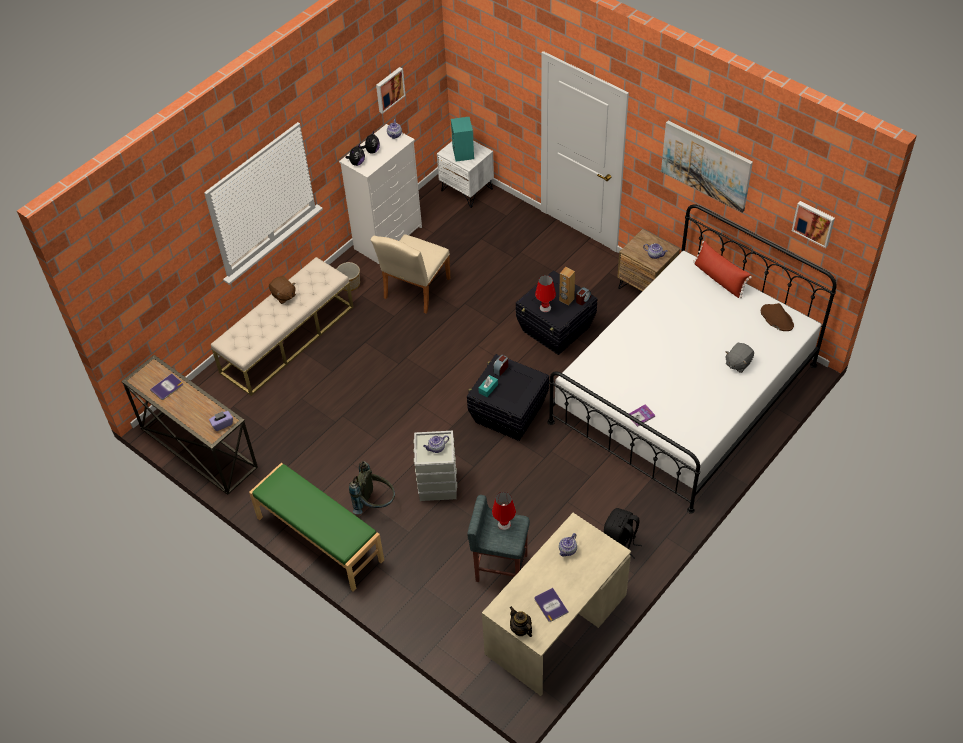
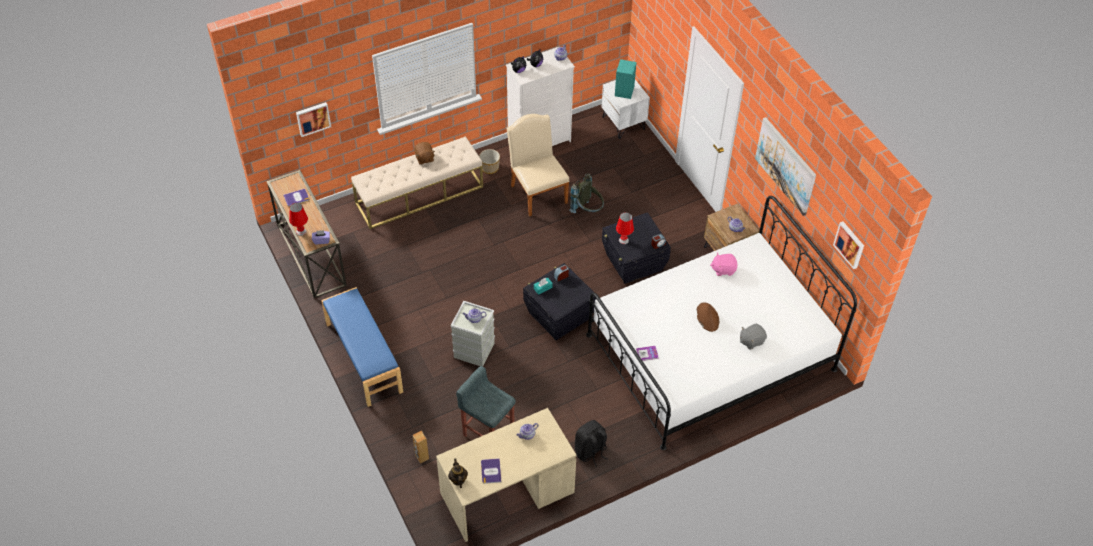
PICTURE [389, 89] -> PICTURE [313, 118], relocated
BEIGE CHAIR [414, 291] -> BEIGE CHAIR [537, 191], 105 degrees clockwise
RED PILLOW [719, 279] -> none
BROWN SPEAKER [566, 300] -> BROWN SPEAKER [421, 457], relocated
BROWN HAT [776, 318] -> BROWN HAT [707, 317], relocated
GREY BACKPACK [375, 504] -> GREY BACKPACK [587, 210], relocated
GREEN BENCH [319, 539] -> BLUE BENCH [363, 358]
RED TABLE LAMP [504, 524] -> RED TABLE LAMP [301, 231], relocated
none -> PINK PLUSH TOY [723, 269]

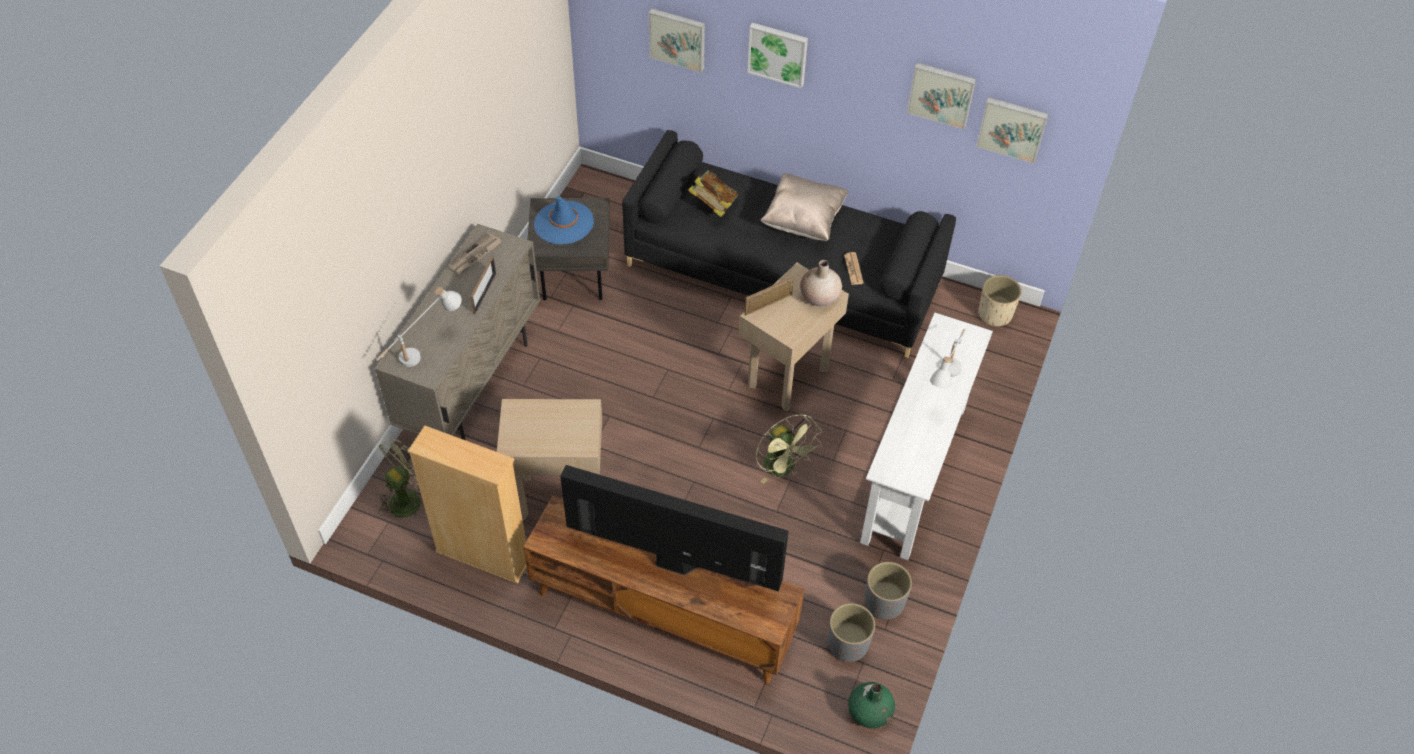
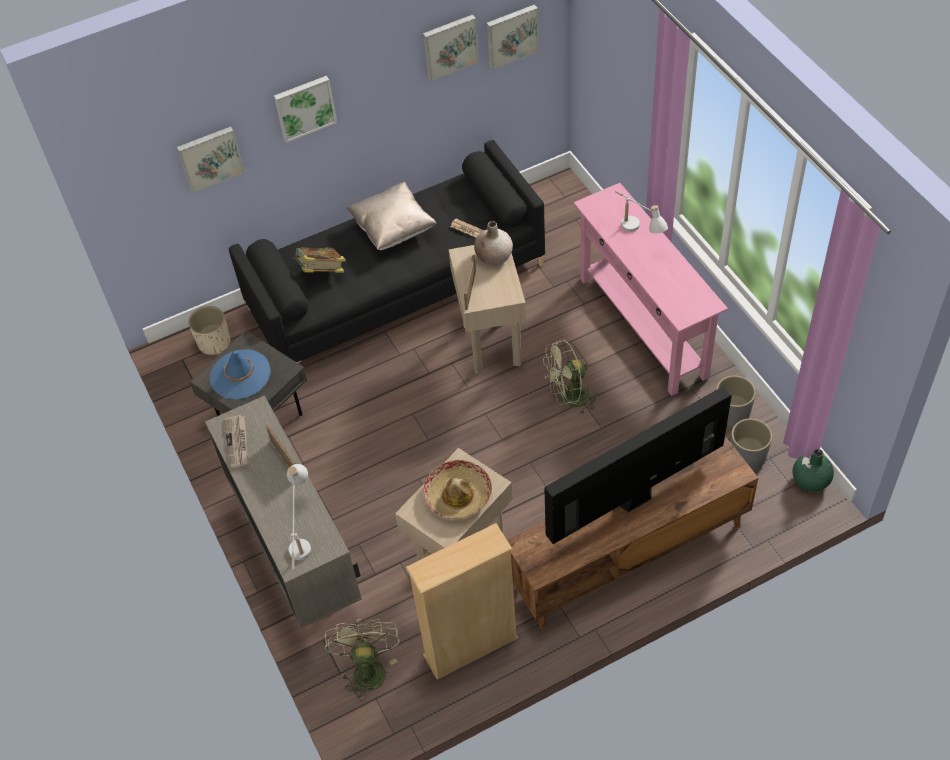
BEIGE PLANTER [995, 314] -> BEIGE PLANTER [214, 343], relocated
WHITE CONSOLE TABLE [915, 474] -> PINK CONSOLE TABLE [643, 326]
GREEN FAN [784, 468] -> GREEN FAN [569, 399], 150 degrees clockwise
none -> HAT [458, 495]

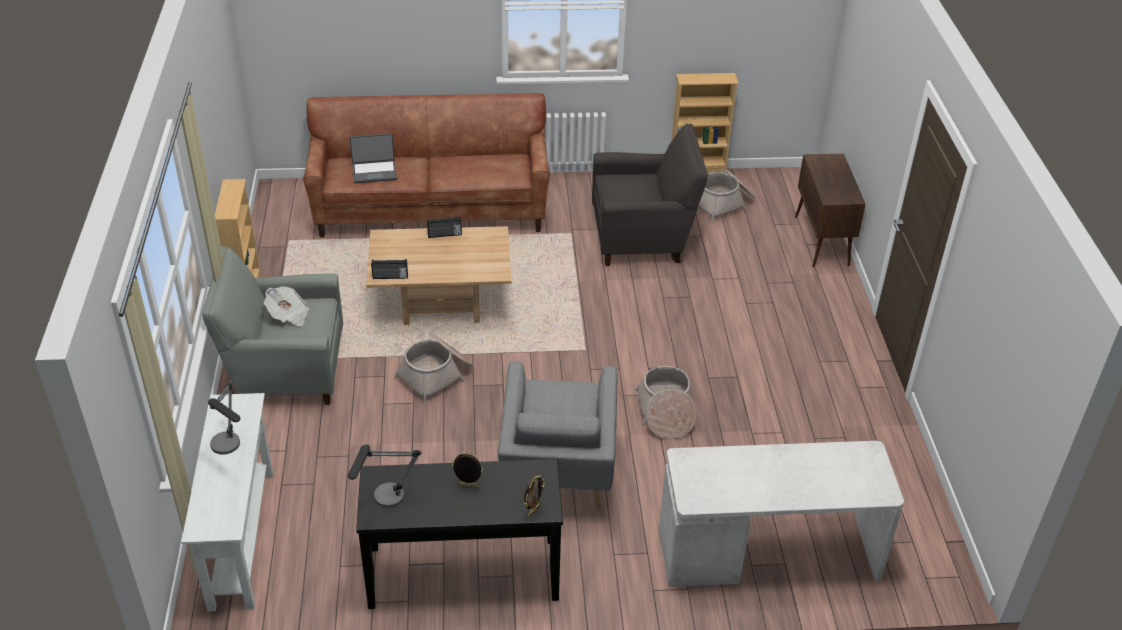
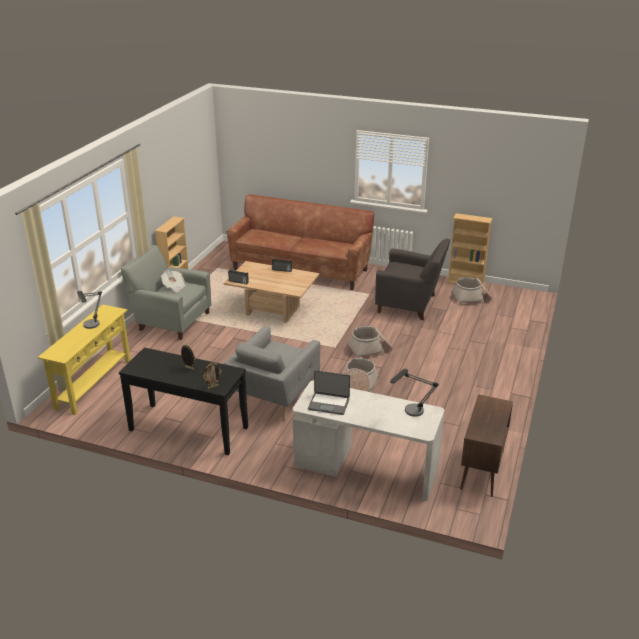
LAPTOP [374, 172] -> LAPTOP [329, 403], relocated
BROWN CABINET [822, 241] -> BROWN CABINET [482, 470], relocated
BASKET [437, 375] -> BASKET [370, 349], relocated
WHITE CONSOLE TABLE [241, 538] -> YELLOW CONSOLE TABLE [93, 384]
TABLE LAMP [384, 502] -> TABLE LAMP [410, 413], relocated

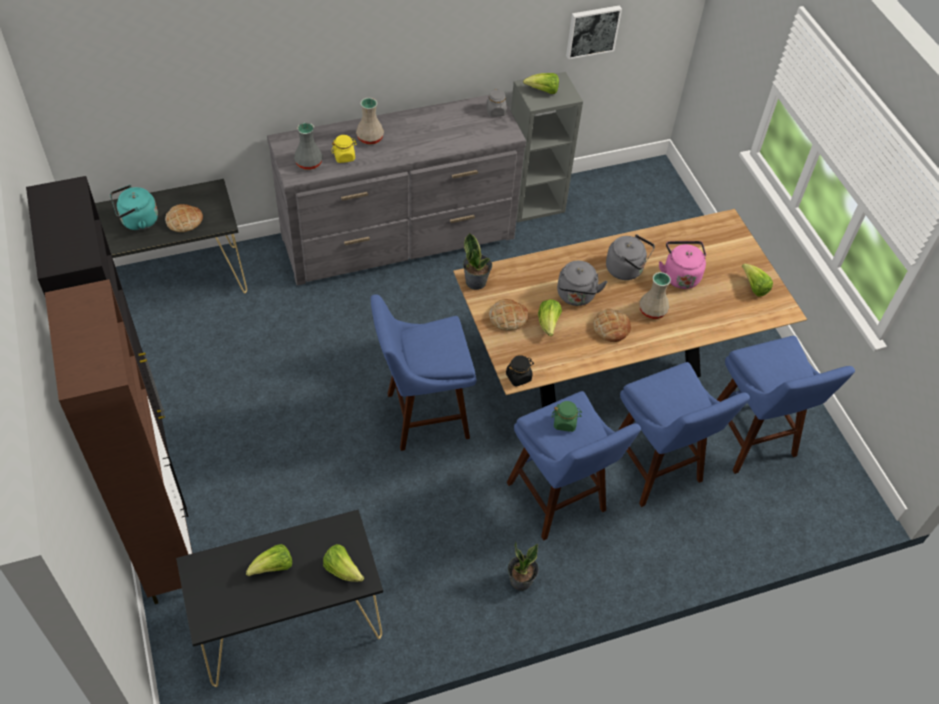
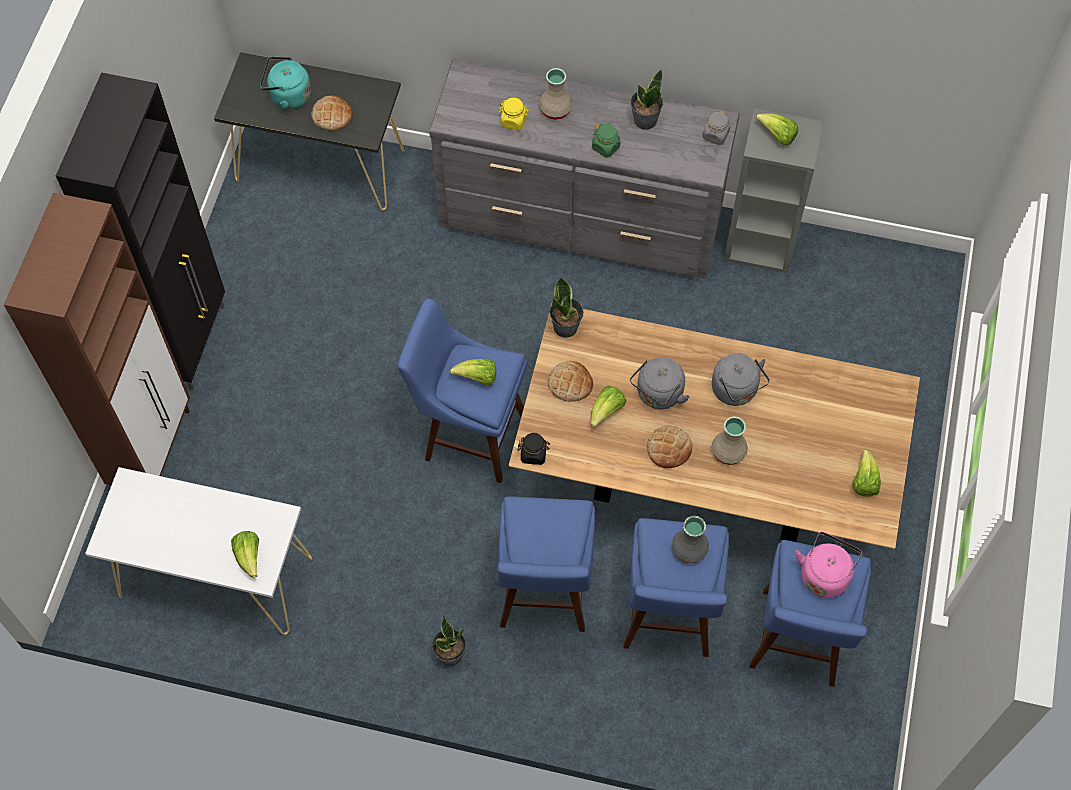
PICTURE [592, 30] -> none
GREY VASE [308, 163] -> GREY VASE [688, 549], relocated
PINK KETTLE [680, 275] -> PINK KETTLE [825, 574], relocated
GREEN JAR [565, 422] -> GREEN JAR [606, 147], relocated
BLACK CONSOLE TABLE [289, 625] -> WHITE CONSOLE TABLE [214, 576]
LETTUCE [273, 568] -> LETTUCE [477, 378], relocated
none -> POTTED PLANT [644, 120]

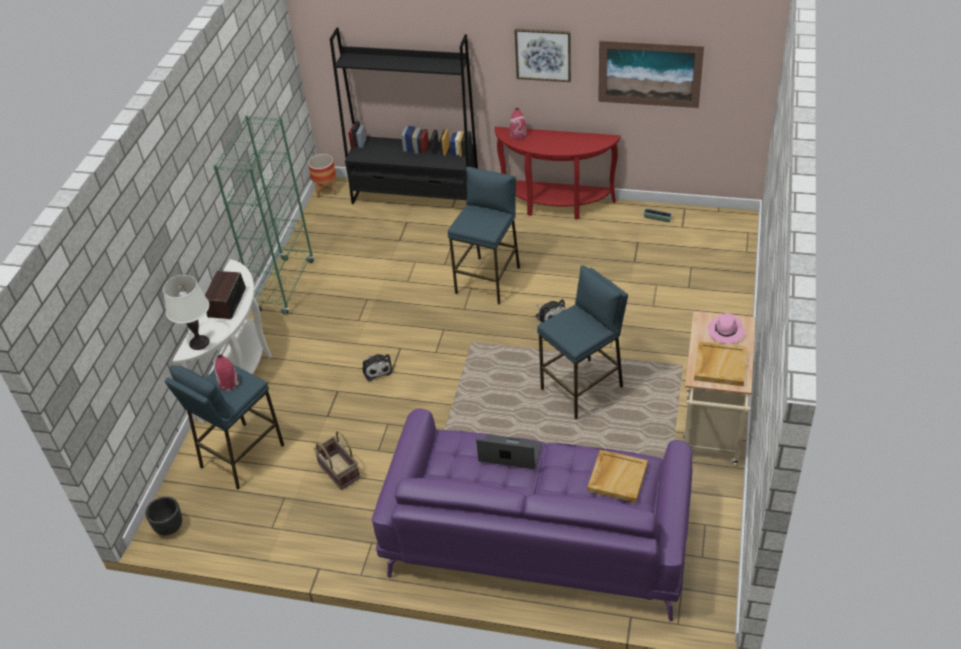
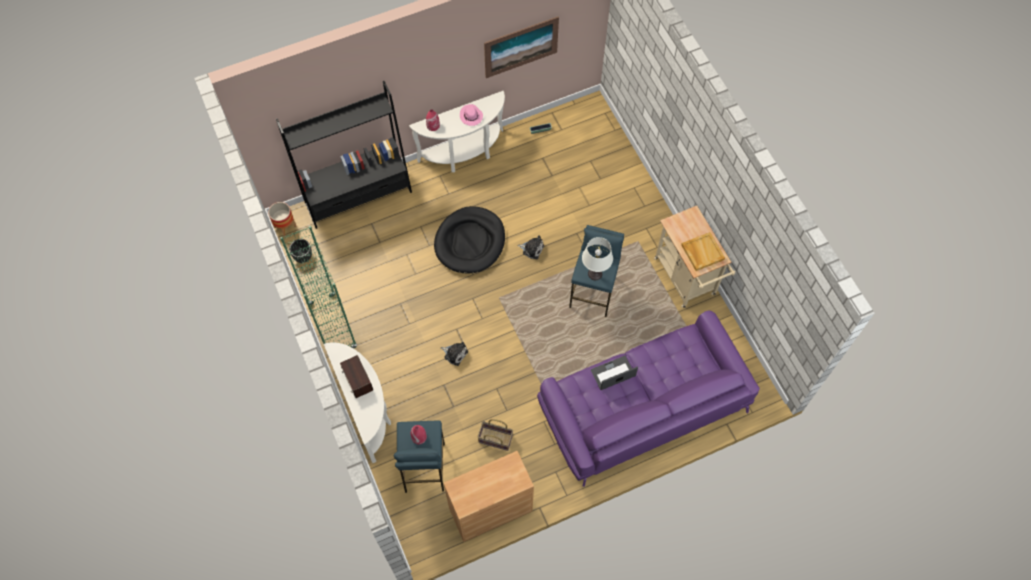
PICTURE [543, 54] -> none
RED CONSOLE TABLE [555, 205] -> WHITE CONSOLE TABLE [464, 154]
BLUE STOOL [489, 280] -> BLACK DOG BED [470, 242]
WHITE TABLE LAMP [199, 342] -> WHITE TABLE LAMP [595, 273], relocated
PINK HAT [726, 332] -> PINK HAT [471, 116], relocated
BEIGE TRAY [617, 477] -> none
BLACK PLANTER [169, 527] -> BLACK PLANTER [303, 257], relocated
none -> BROWN CABINET [490, 509]

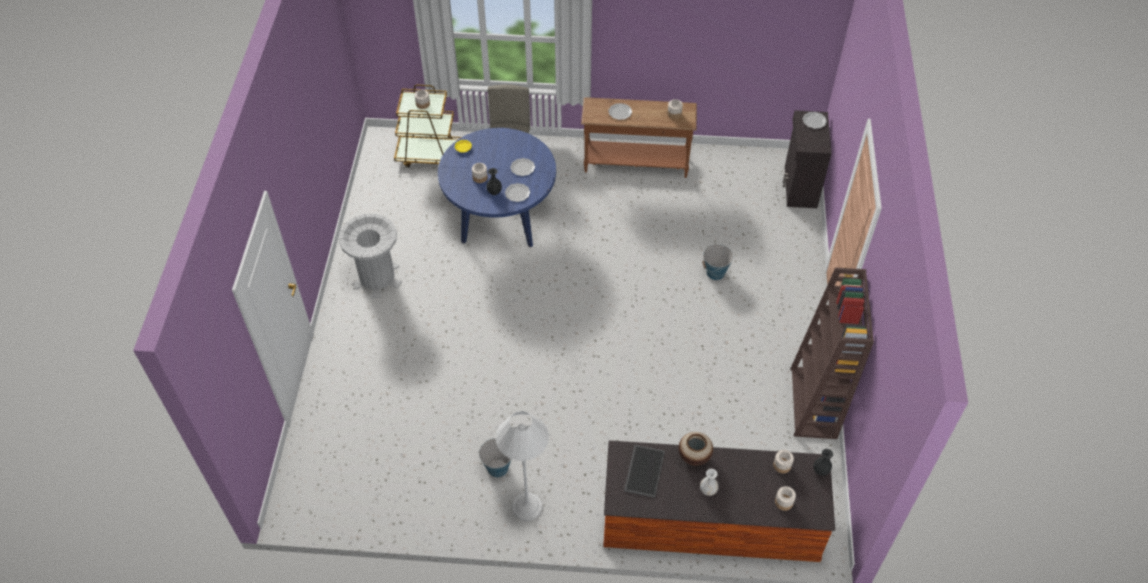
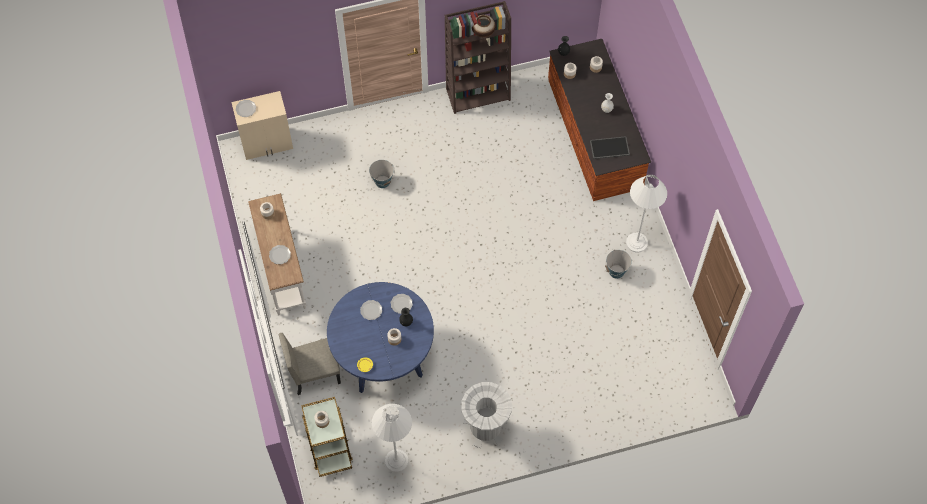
BROWN CONSOLE TABLE [636, 165] -> WHITE CONSOLE TABLE [283, 271]
BLACK CABINET [799, 187] -> BEIGE CABINET [267, 144]
VASE [694, 456] -> VASE [483, 33], relocated
none -> WHITE FLOOR LAMP [396, 461]

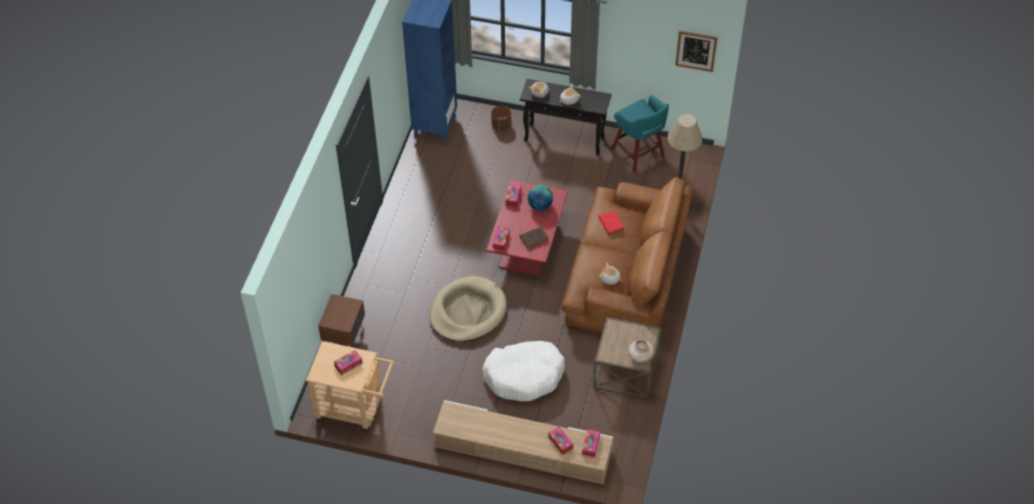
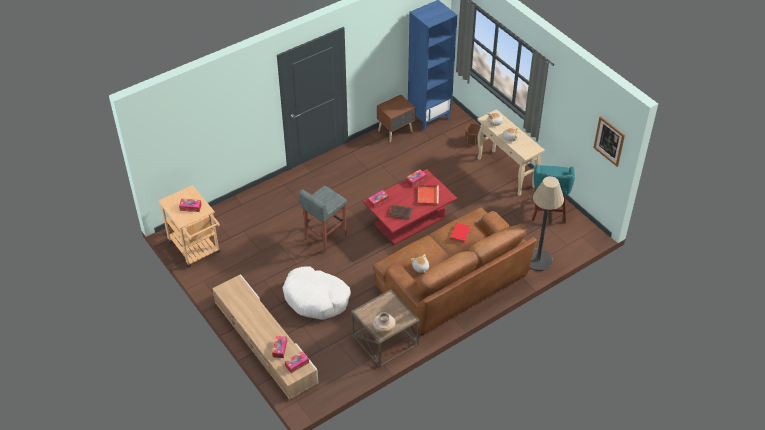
BLACK CONSOLE TABLE [565, 139] -> BEIGE CONSOLE TABLE [506, 173]
GLOBE [540, 206] -> RED TRAY [427, 195]
BEIGE DOG BED [467, 312] -> GREY STOOL [325, 238]
BROWN NIGHTSTAND [345, 339] -> BROWN NIGHTSTAND [396, 131], relocated

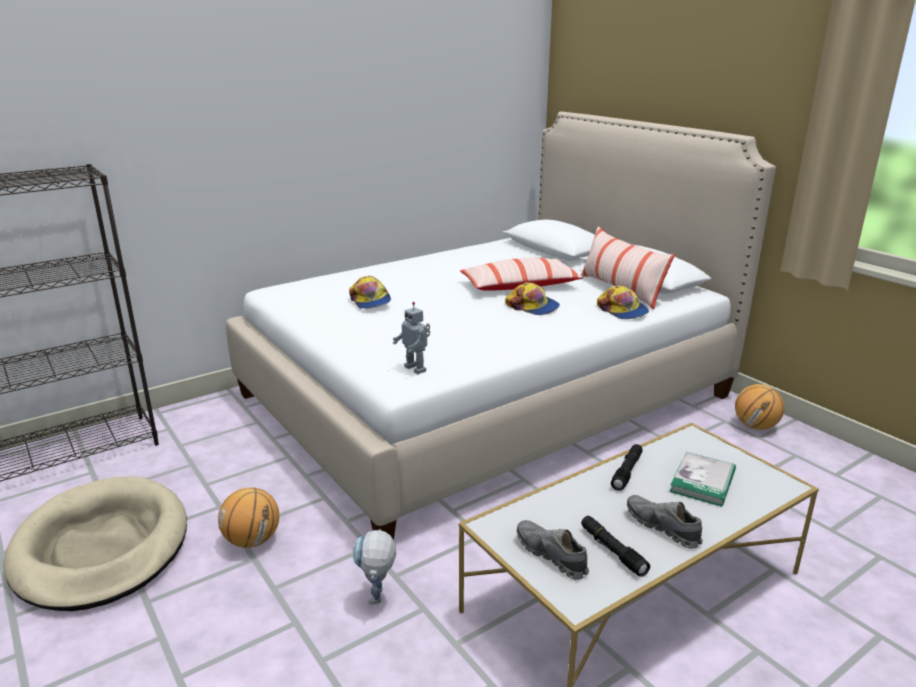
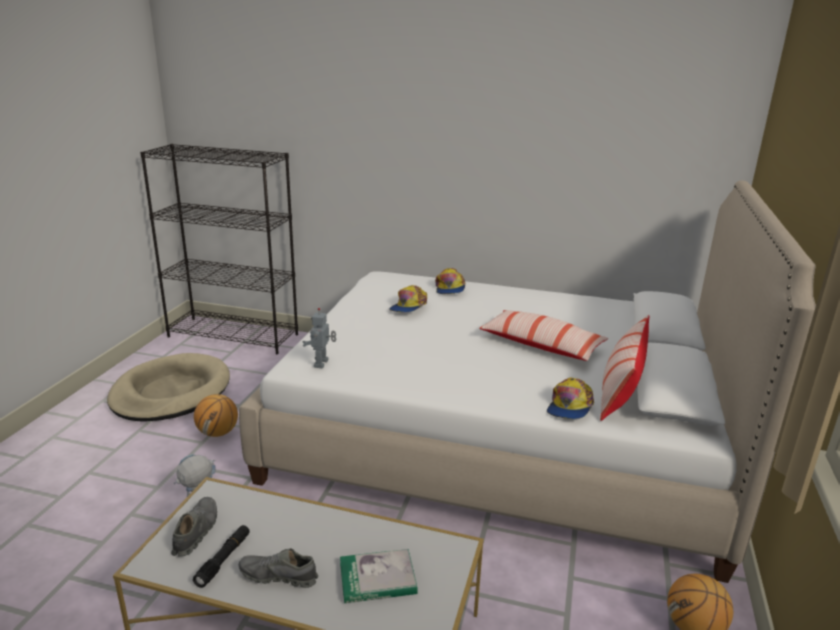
CAP [532, 307] -> CAP [449, 288], relocated
BLACK FLASHLIGHT [627, 472] -> none
GREY SHOE [662, 527] -> GREY SHOE [278, 576], 90 degrees counterclockwise

